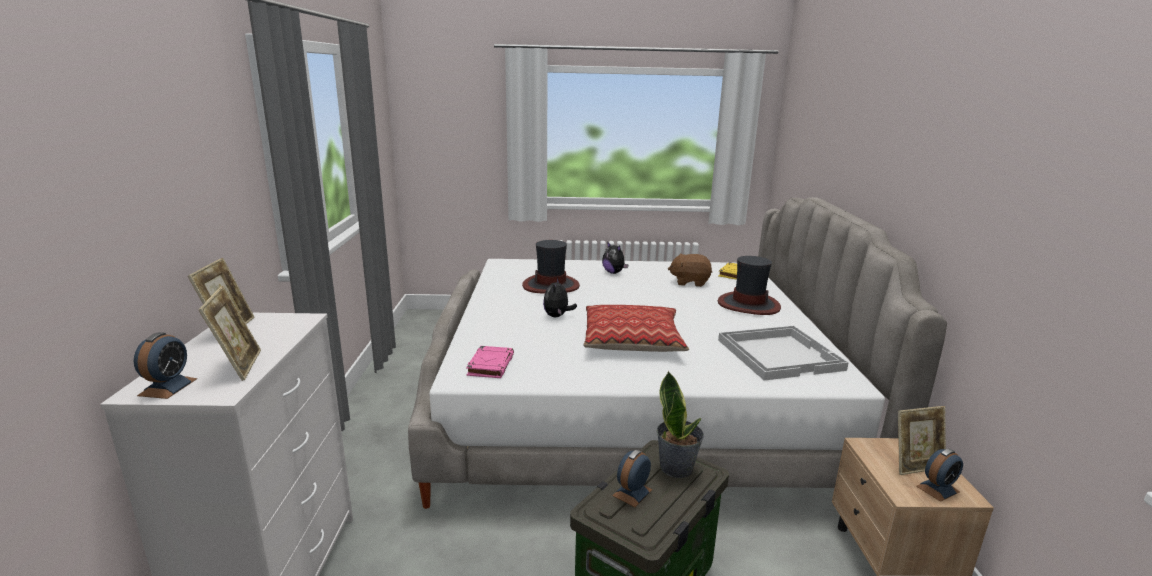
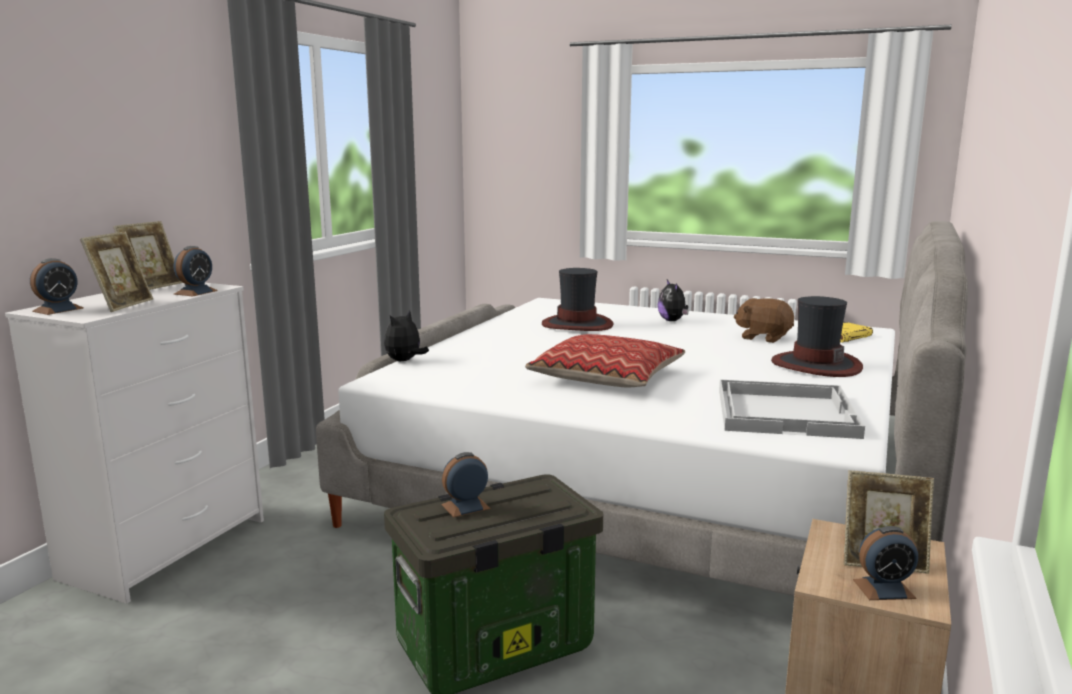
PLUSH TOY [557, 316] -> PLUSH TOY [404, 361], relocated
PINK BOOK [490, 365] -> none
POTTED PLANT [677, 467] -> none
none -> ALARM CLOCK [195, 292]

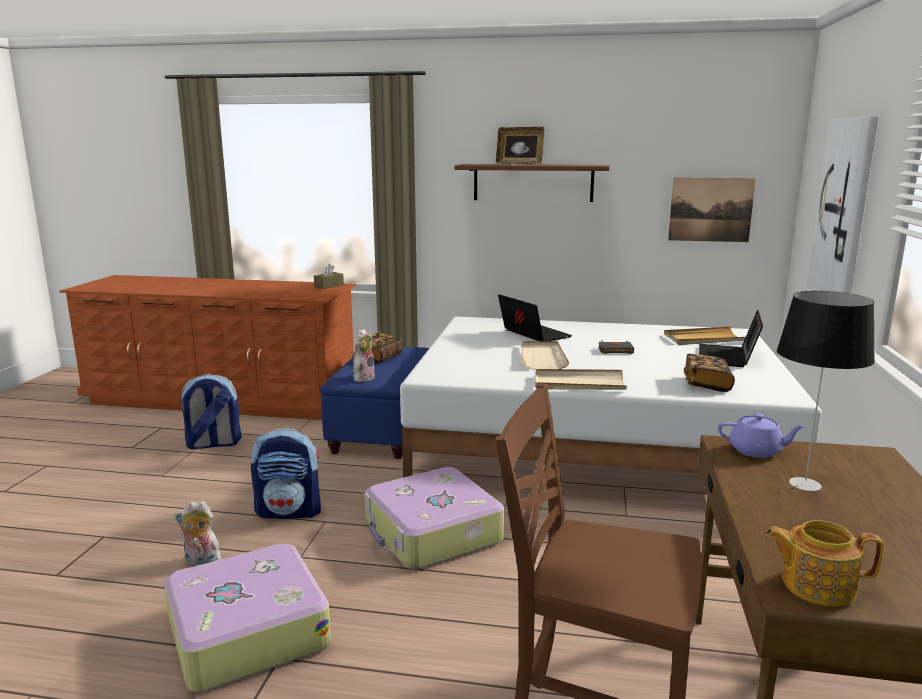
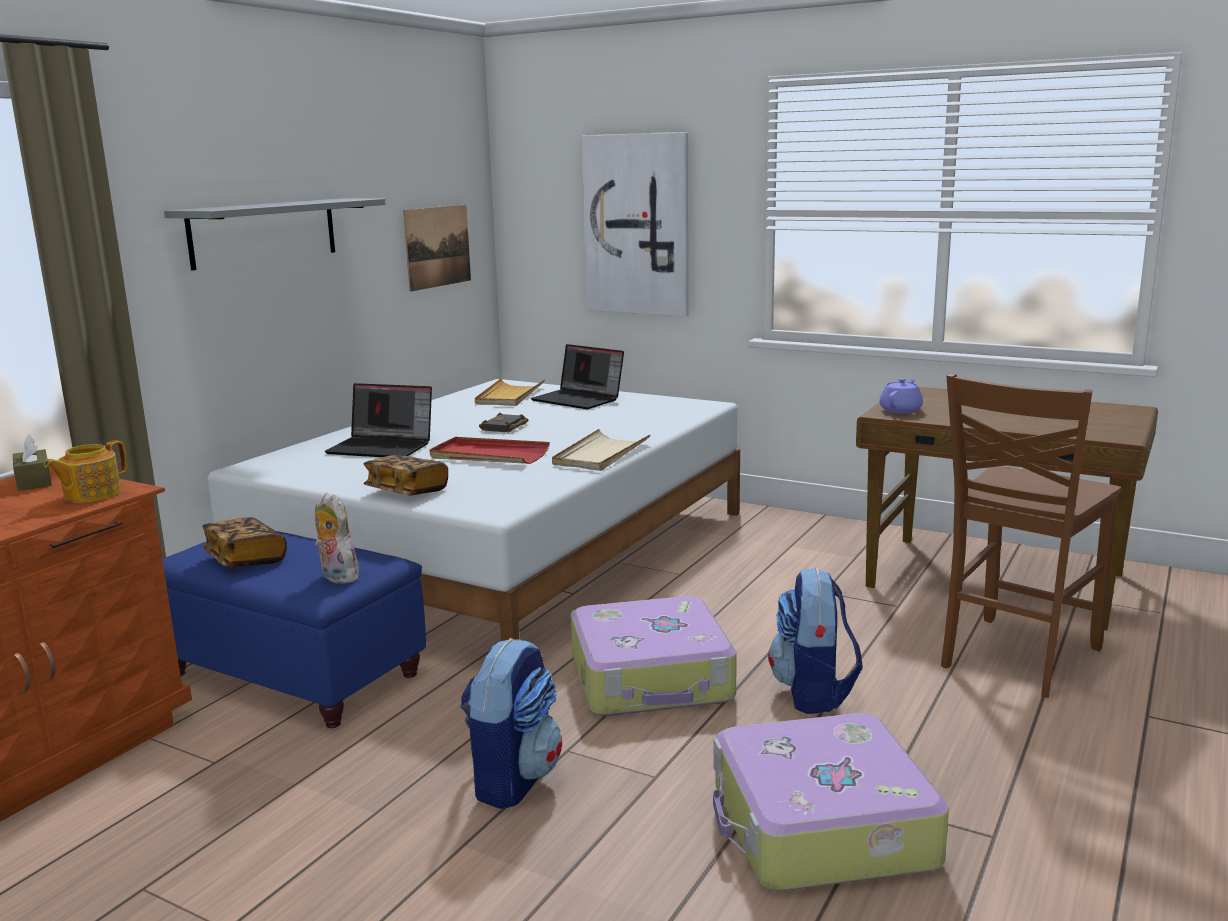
PICTURE FRAME [519, 164] -> none
BROWN SHELF [533, 182] -> GREY SHELF [264, 232]
TABLE LAMP [806, 484] -> none
LAPTOP [532, 334] -> LAPTOP [383, 447], 150 degrees counterclockwise
BEIGE TRAY [542, 358] -> RED TRAY [489, 455]
BOOK [706, 384] -> BOOK [407, 491], relocated
BACKPACK [212, 444] -> BACKPACK [813, 693], relocated
PLUSH TOY [201, 562] -> none
TEAPOT [816, 585] -> TEAPOT [91, 494], relocated

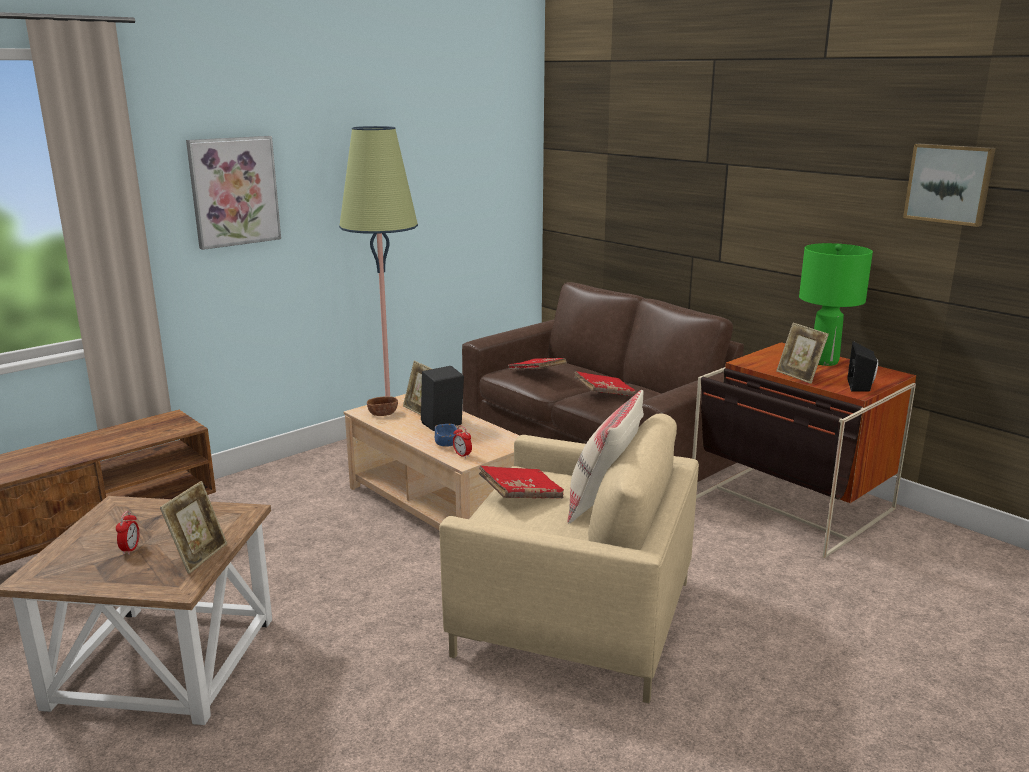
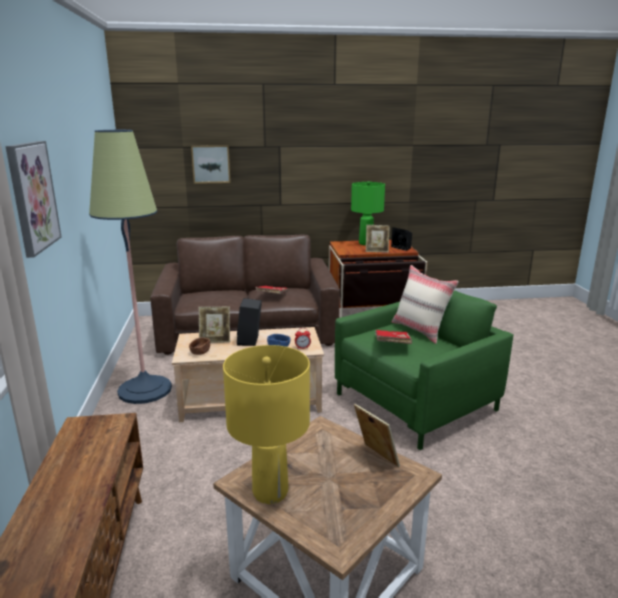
PICTURE [949, 184] -> PICTURE [211, 164], relocated
RED BOOK [537, 373] -> none
BEIGE ARMCHAIR [575, 618] -> GREEN ARMCHAIR [415, 402]
ALARM CLOCK [130, 549] -> none
none -> YELLOW TABLE LAMP [269, 492]

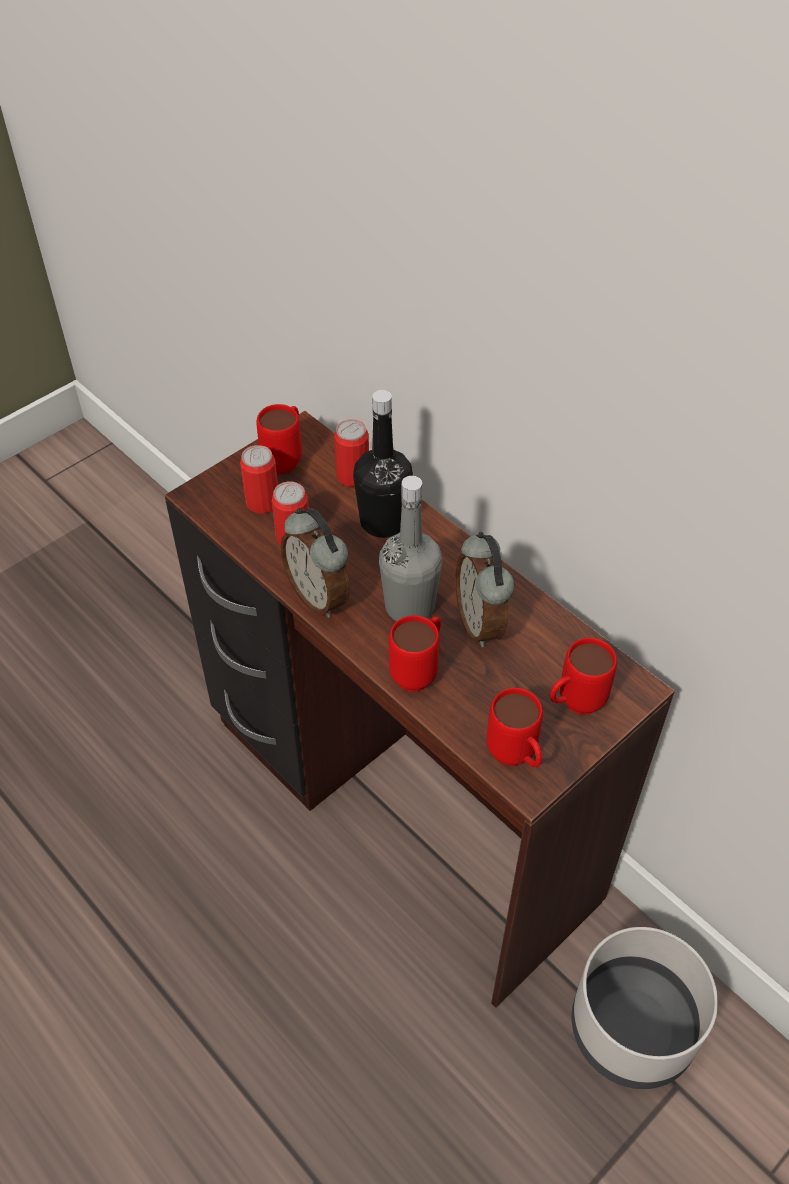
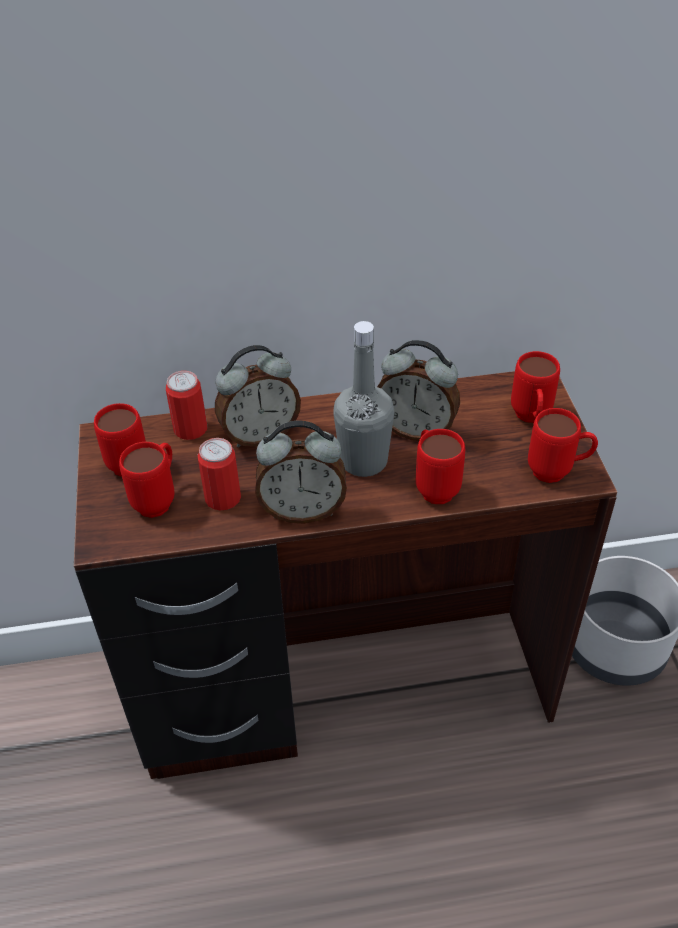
BLACK BOTTLE [383, 522] -> ALARM CLOCK [260, 435]
CAN [262, 502] -> RED MUG [159, 499]

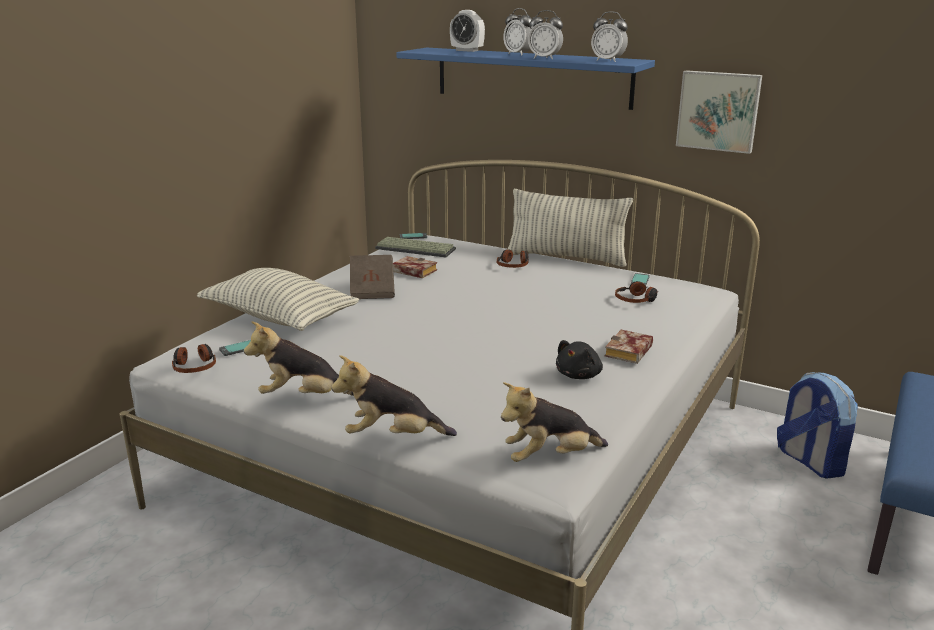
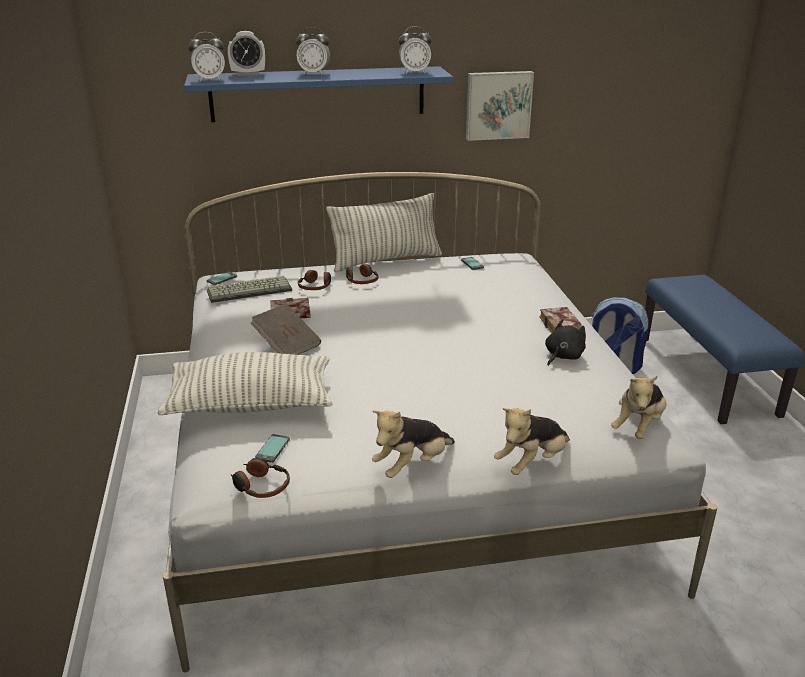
ALARM CLOCK [545, 58] -> ALARM CLOCK [209, 80], relocated
HEADPHONES [636, 300] -> HEADPHONES [315, 286], relocated
BLACK PLUSH TOY [579, 375] -> BLACK PLUSH TOY [562, 356], 135 degrees counterclockwise

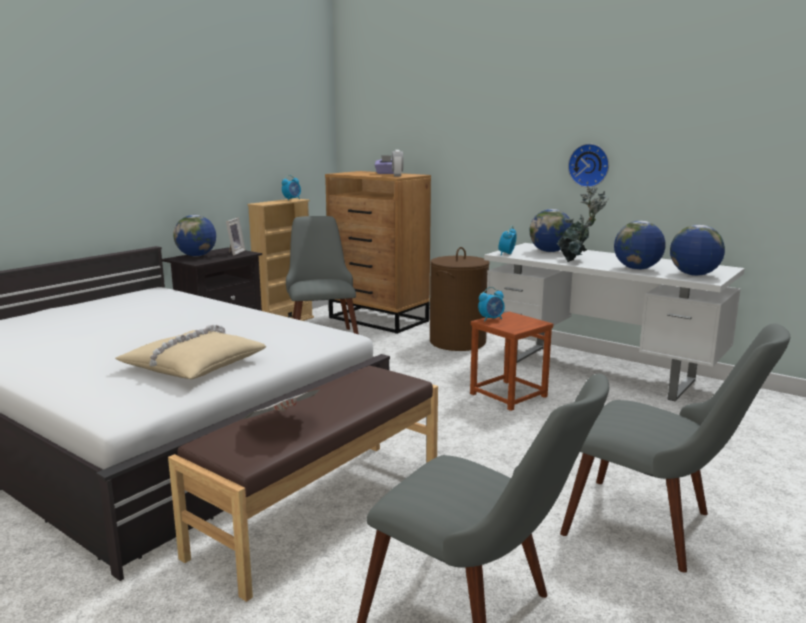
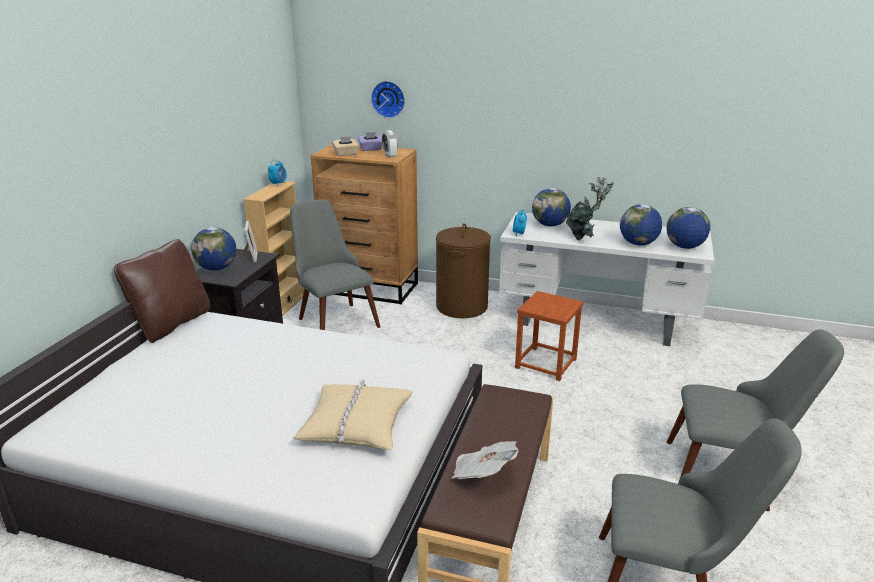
WALL CLOCK [589, 165] -> WALL CLOCK [389, 99], relocated
ALARM CLOCK [491, 319] -> none
none -> BEIGE TISSUE BOX [346, 154]
none -> BROWN PILLOW [171, 324]

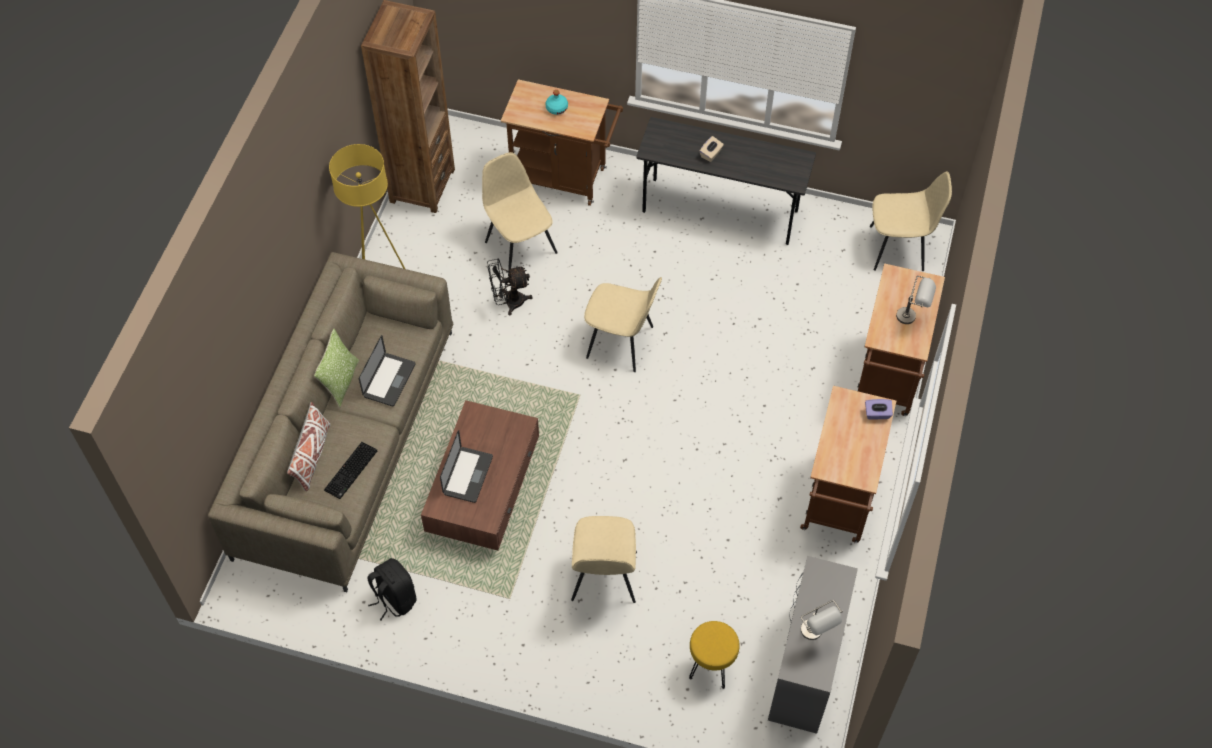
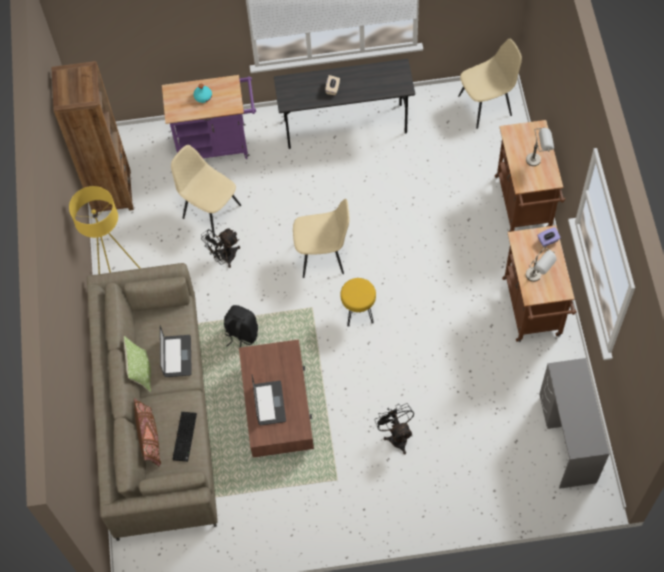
BROWN CART [564, 179] -> PURPLE CART [217, 145]
WHITE PILLOW [312, 456] -> BROWN PILLOW [149, 438]
BEIGE CHAIR [604, 578] -> BLACK FAN [397, 436]
BLACK BACKPACK [394, 599] -> BLACK BACKPACK [241, 334], relocated
GREY TABLE LAMP [816, 636] -> GREY TABLE LAMP [538, 277], relocated
YELLOW STOOL [711, 666] -> YELLOW STOOL [358, 313], relocated

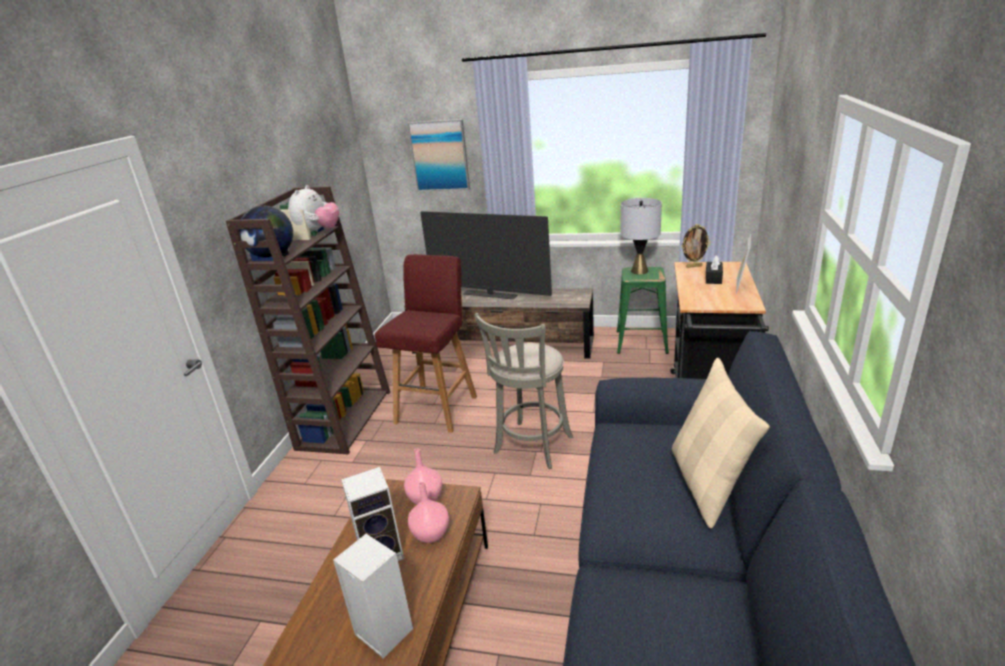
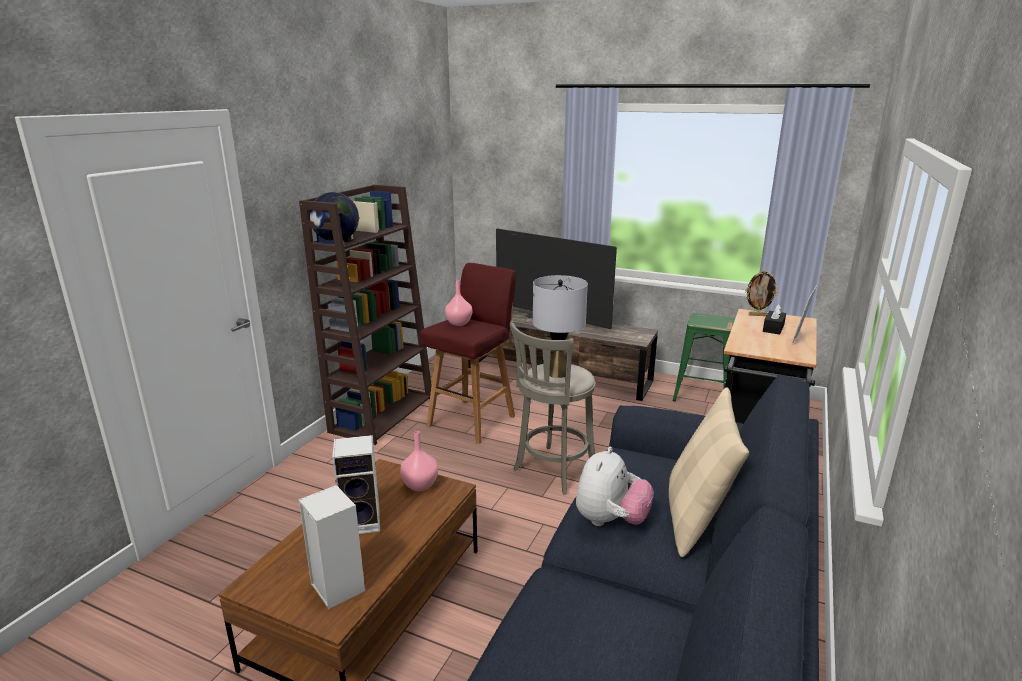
PICTURE [439, 156] -> none
PLUSH TOY [317, 233] -> PLUSH TOY [610, 520], relocated
GREY TABLE LAMP [639, 271] -> GREY TABLE LAMP [557, 372], relocated
PINK VASE [432, 534] -> PINK VASE [459, 323], relocated

